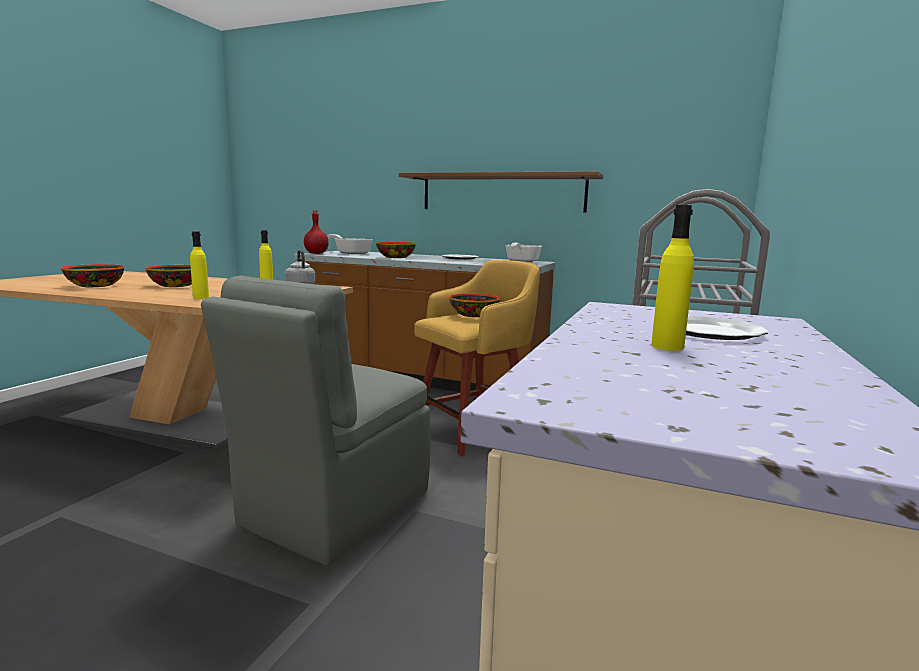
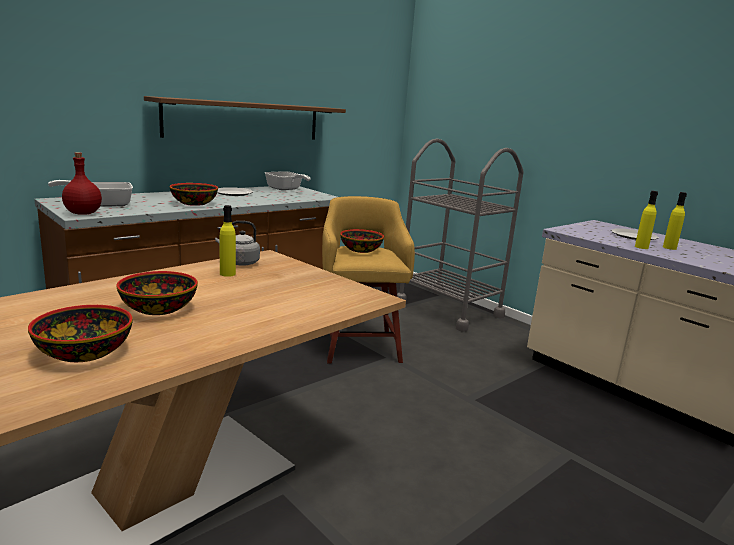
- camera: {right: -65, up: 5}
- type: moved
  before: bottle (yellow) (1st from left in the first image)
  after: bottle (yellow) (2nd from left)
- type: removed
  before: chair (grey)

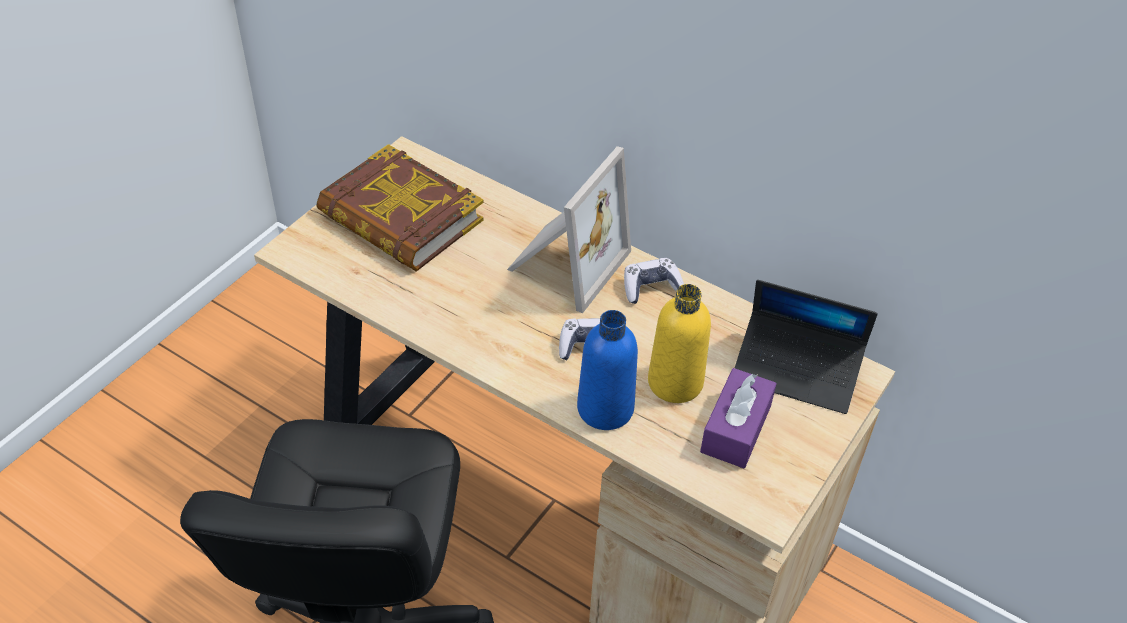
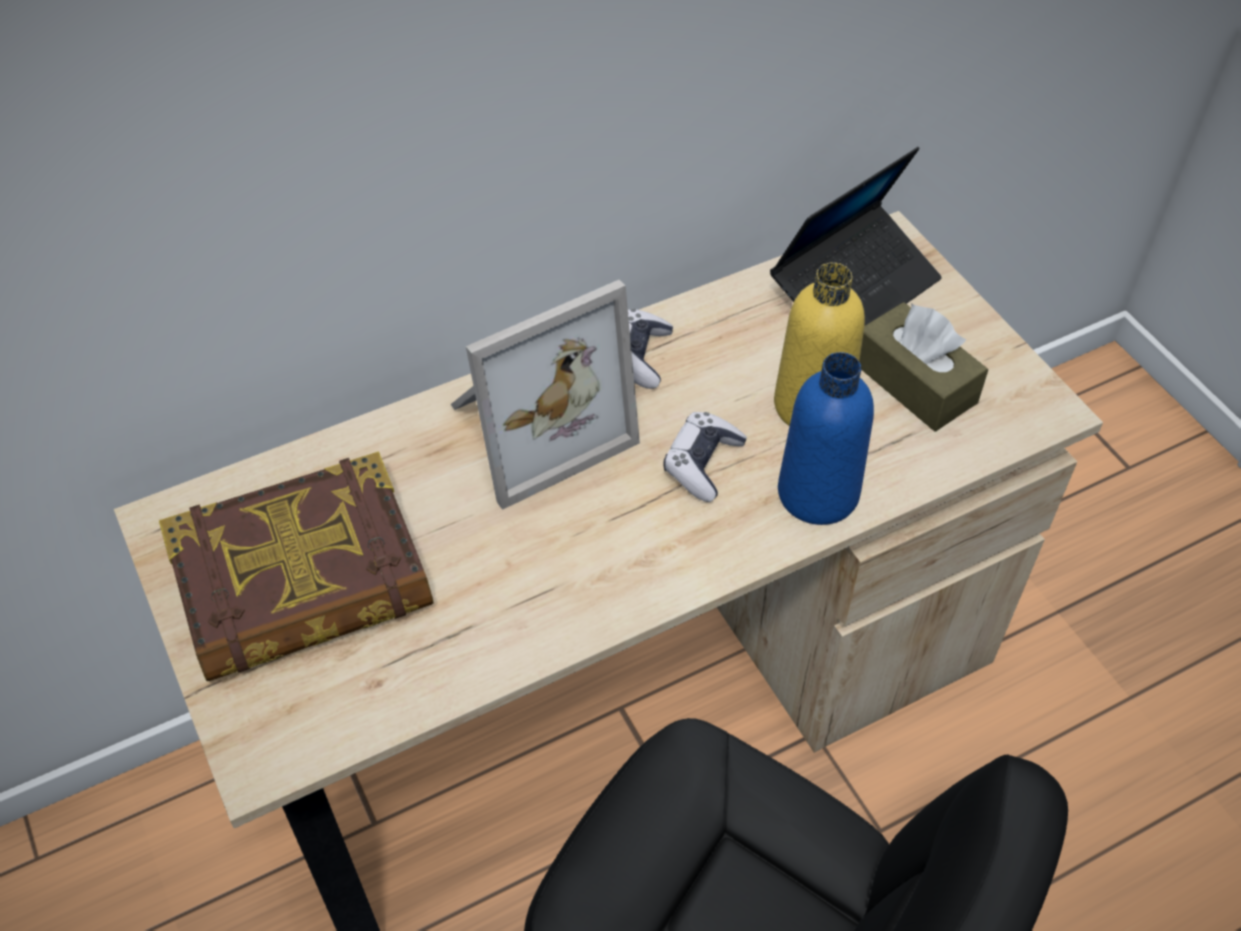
- camera: {right: -60, up: 5}
- type: turned
  before: picture frame
  turn: 90
- type: recoloured
  before: tissue box (purple)
  after: tissue box (brown)

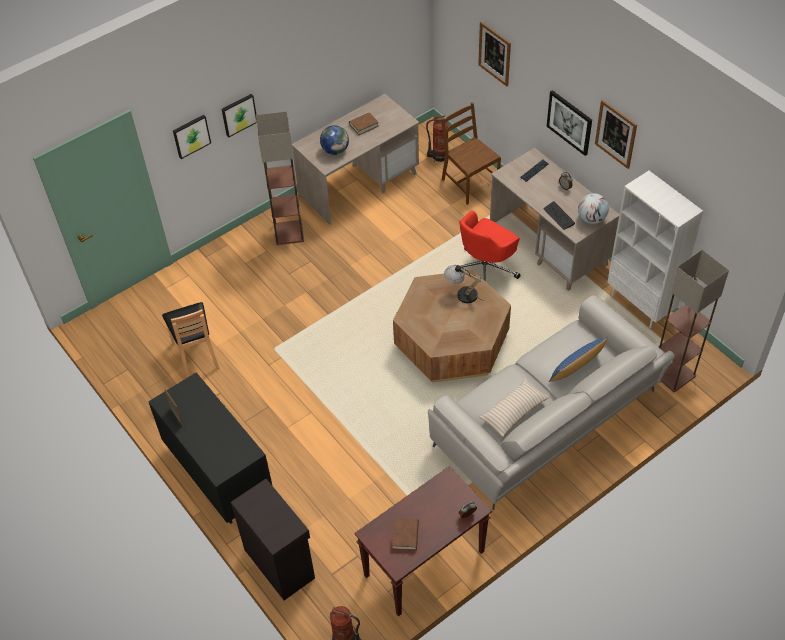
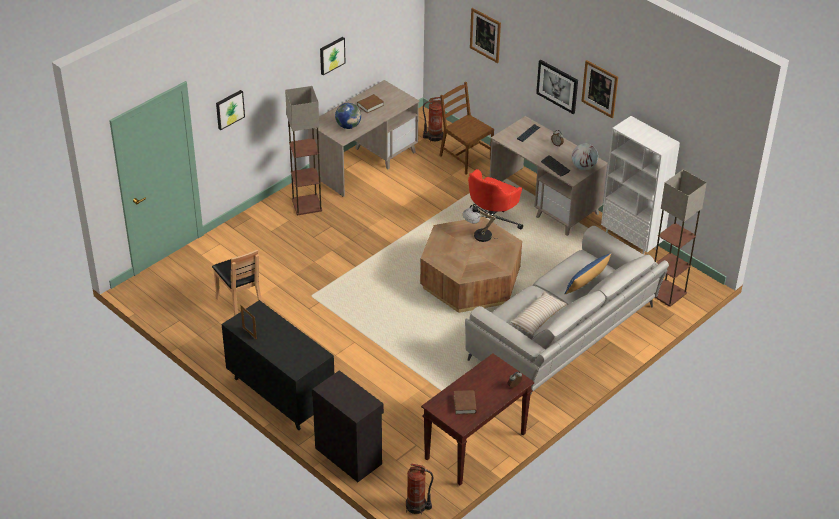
- camera: {right: -10, up: -10}
- type: moved
  before: picture (2nd from left)

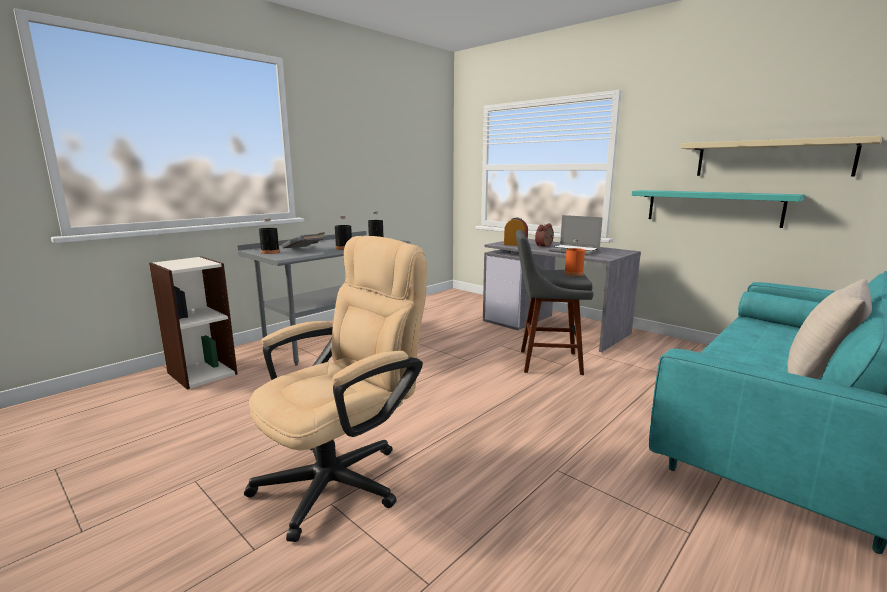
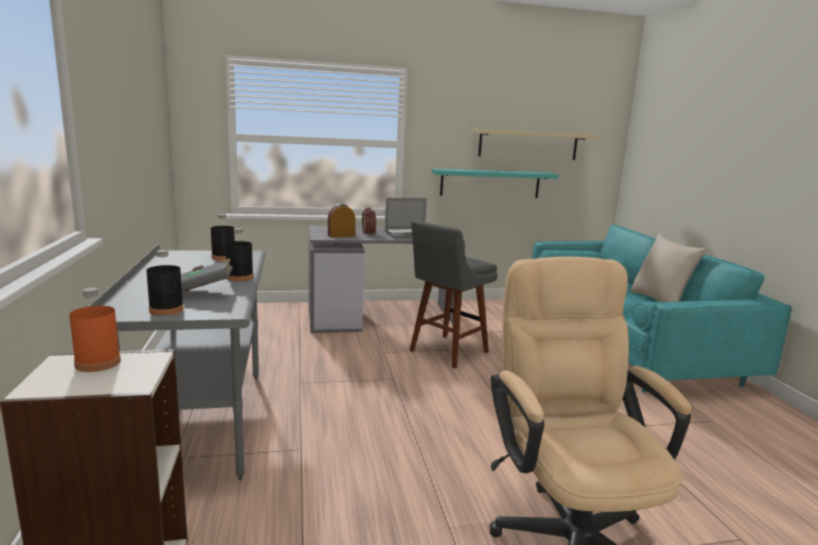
- camera: {right: -55, up: 0}
- type: moved
  before: bottle (orange)

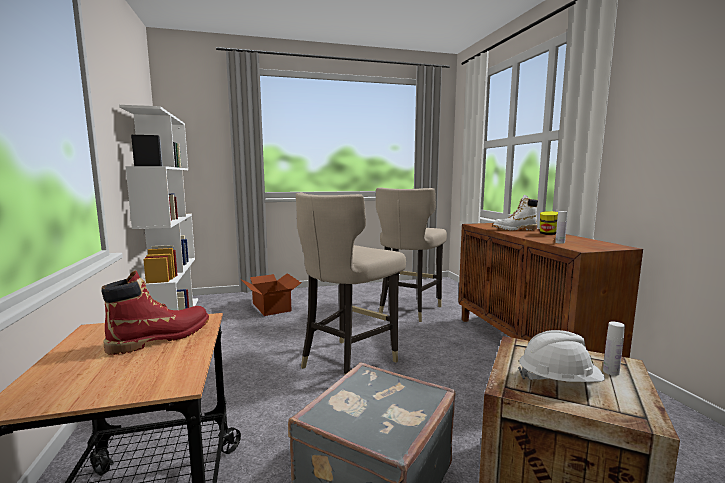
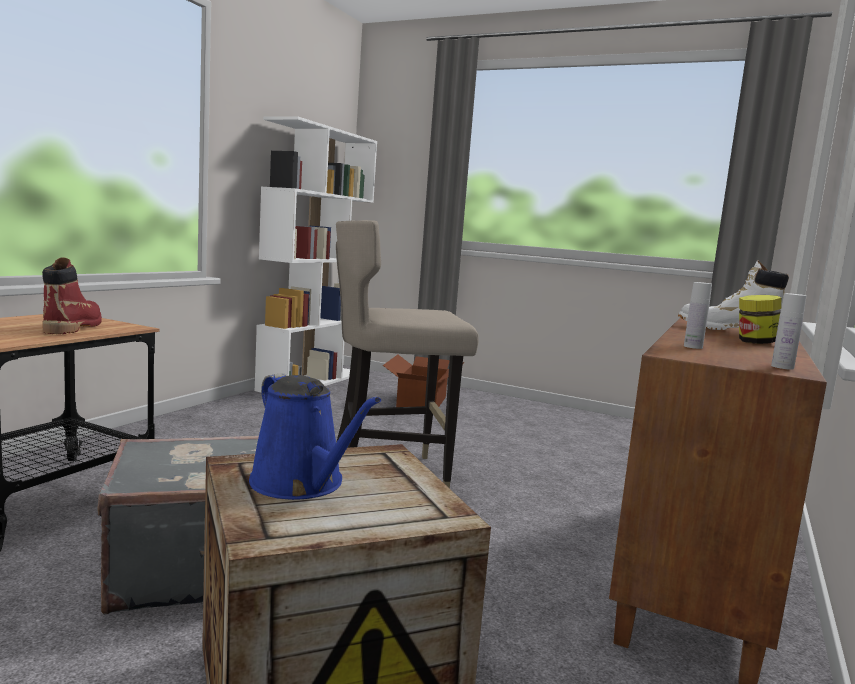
- camera: {right: 40, up: 0}
- type: removed
  before: stool (beige) (2nd from left)
- type: turned
  before: boot (red)
  turn: -90
- type: moved
  before: bottle (white) (2nd from left)
- type: replaced
  before: hard hat (white)
  after: watering can (blue)

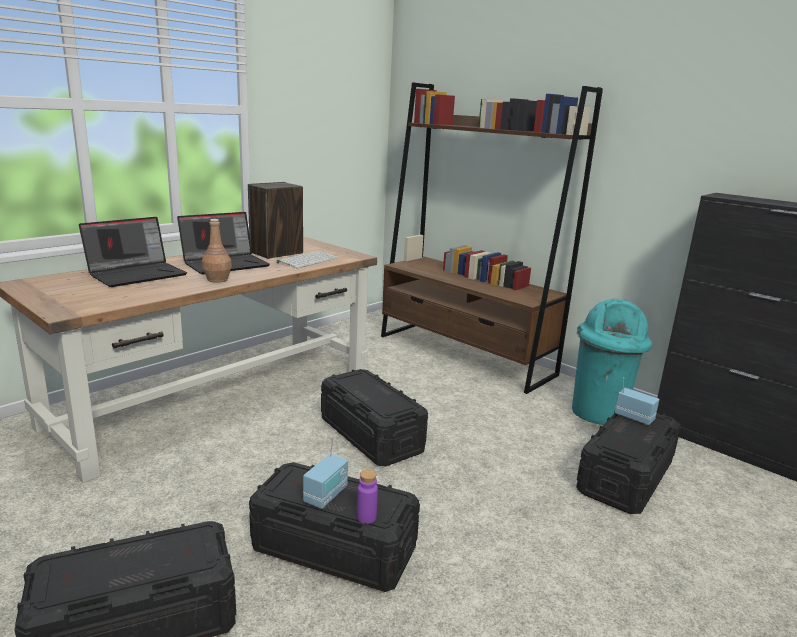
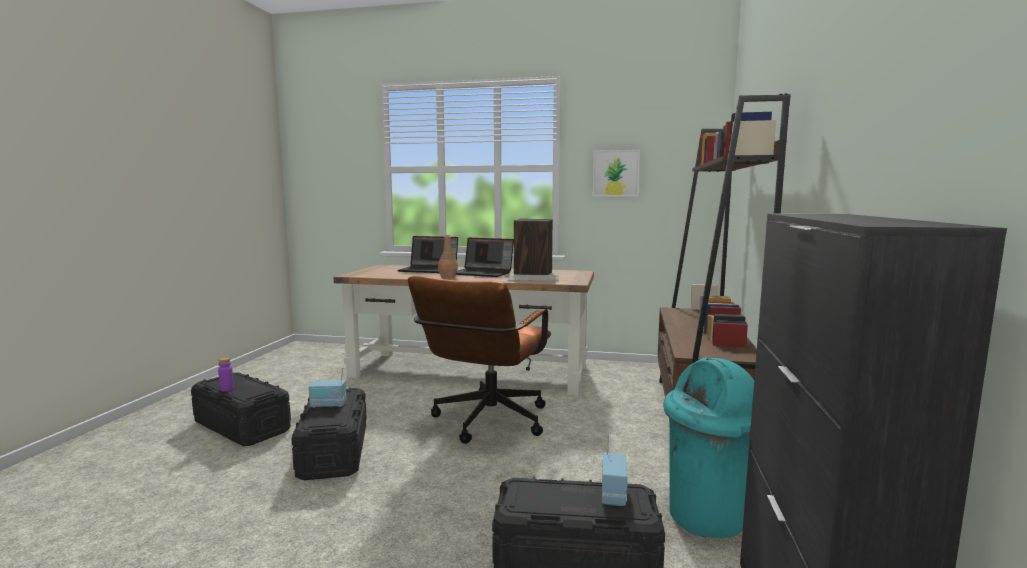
- camera: {right: 60, up: -10}
- type: replaced
  before: storage box (black) (3rd from left)
  after: office chair (brown)
- type: moved
  before: bottle (purple)
- type: added
  after: picture

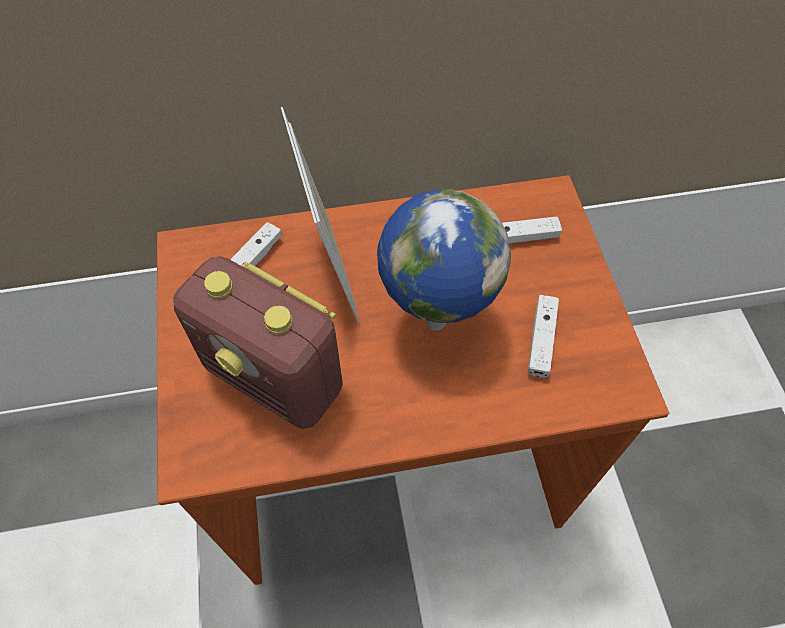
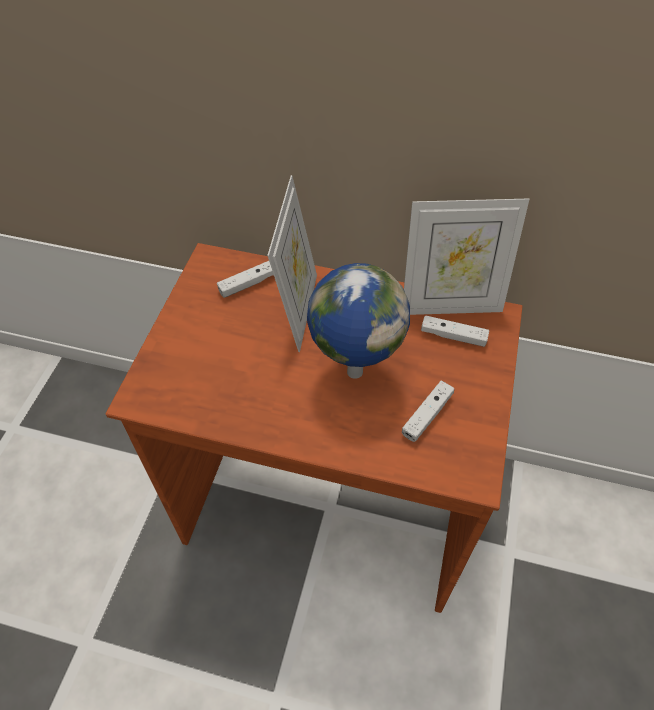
- camera: {right: 25, up: -5}
- type: removed
  before: radio
- type: added
  after: picture frame (2nd from left)

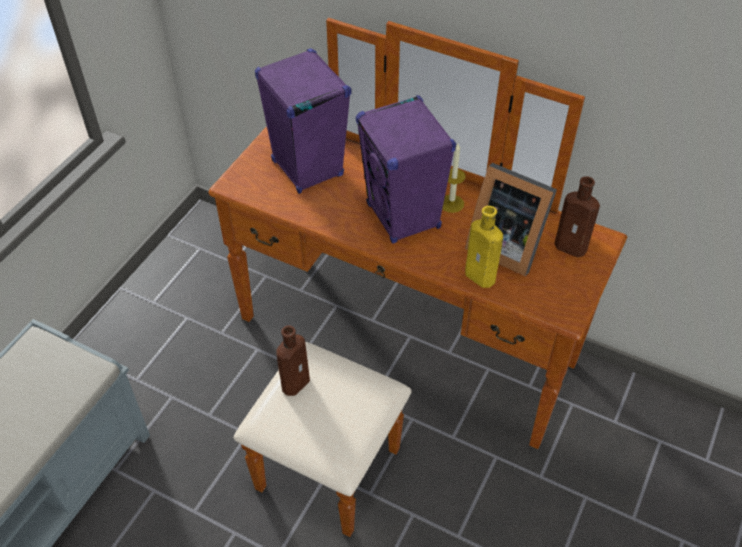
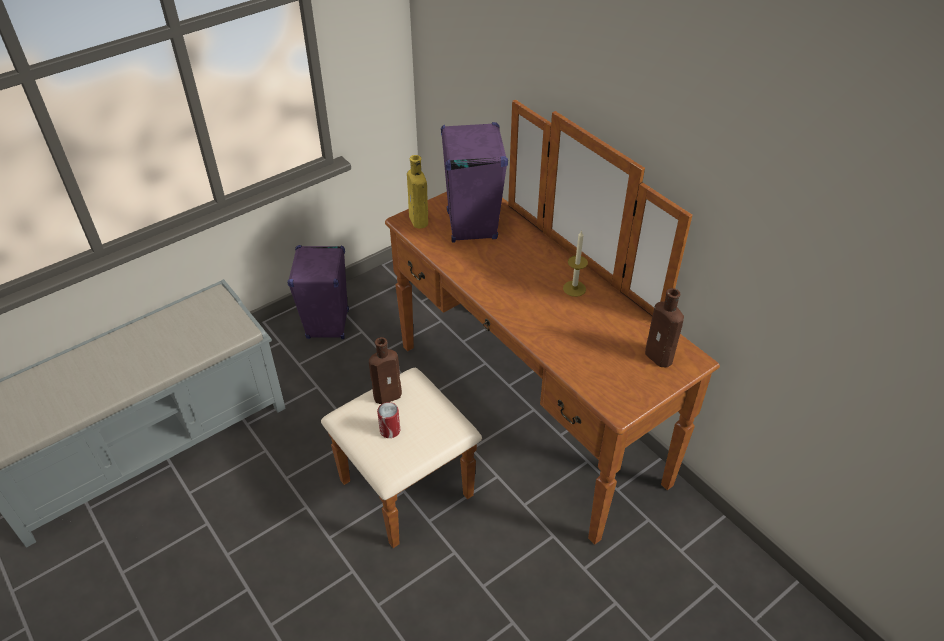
- camera: {right: 25, up: -5}
- type: moved
  before: speaker (purple) (2nd from left in the first image)
  after: speaker (purple) (1st from left)
- type: removed
  before: picture frame
- type: moved
  before: bottle (yellow)
- type: added
  after: can

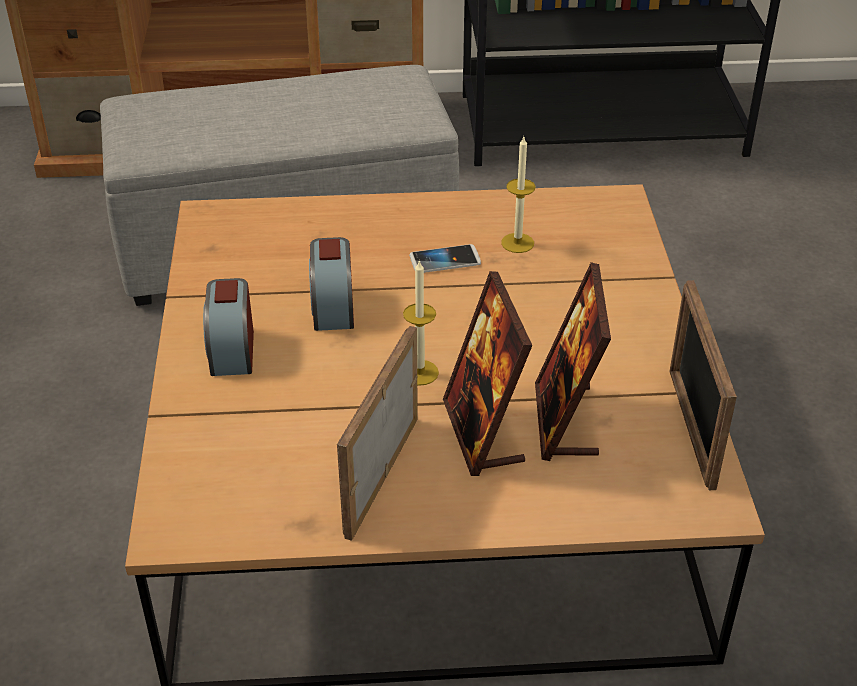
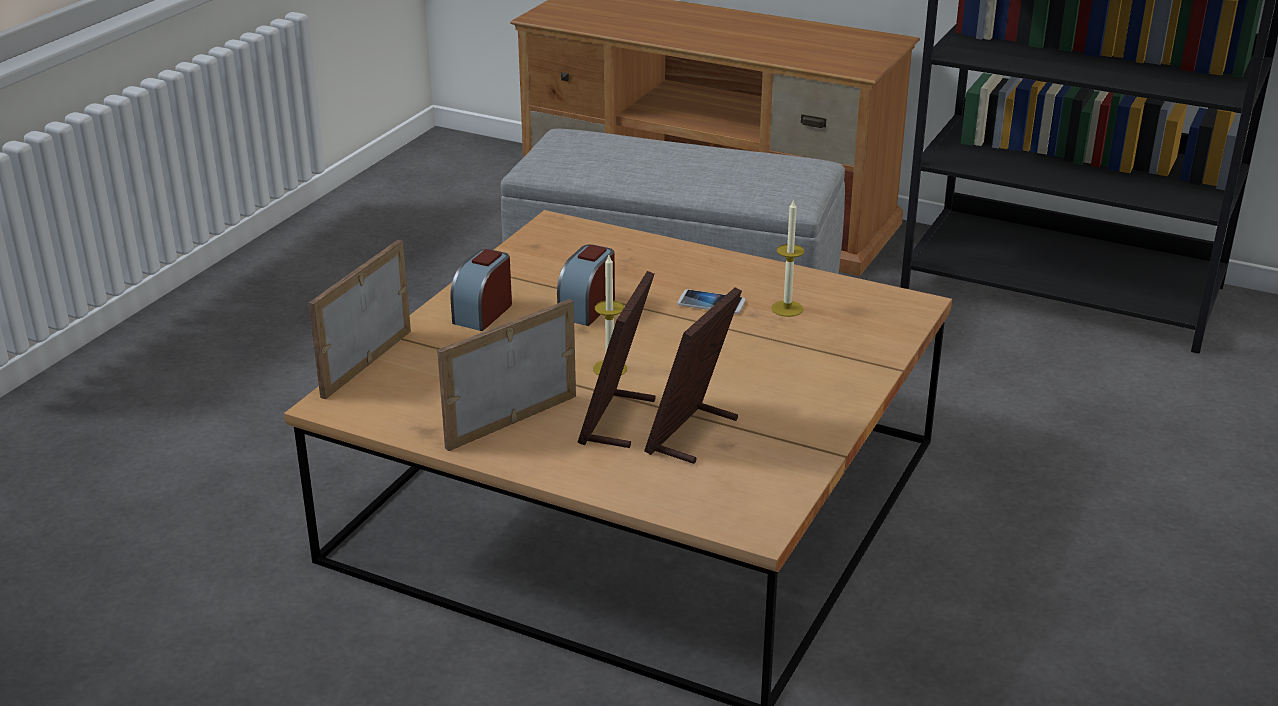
- camera: {right: 30, up: -10}
- type: moved
  before: picture frame (4th from left in the first image)
  after: picture frame (1st from left)

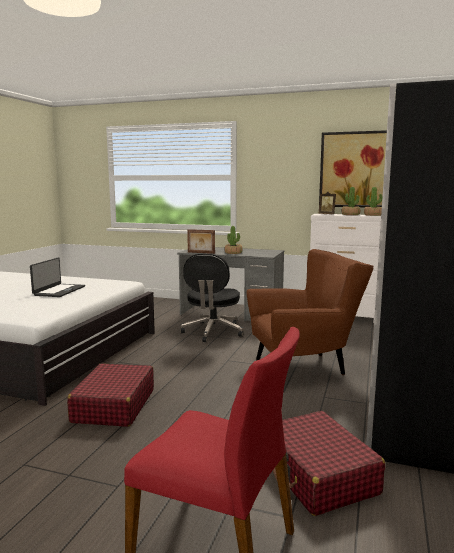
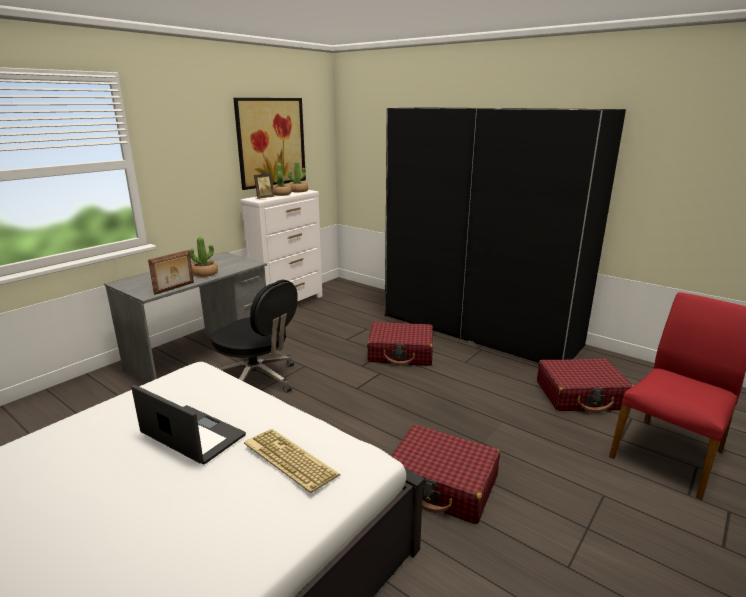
- camera: {right: -70, up: 10}
- type: replaced
  before: armchair (brown)
  after: suitcase (red) (1st from left)
- type: added
  after: keyboard

